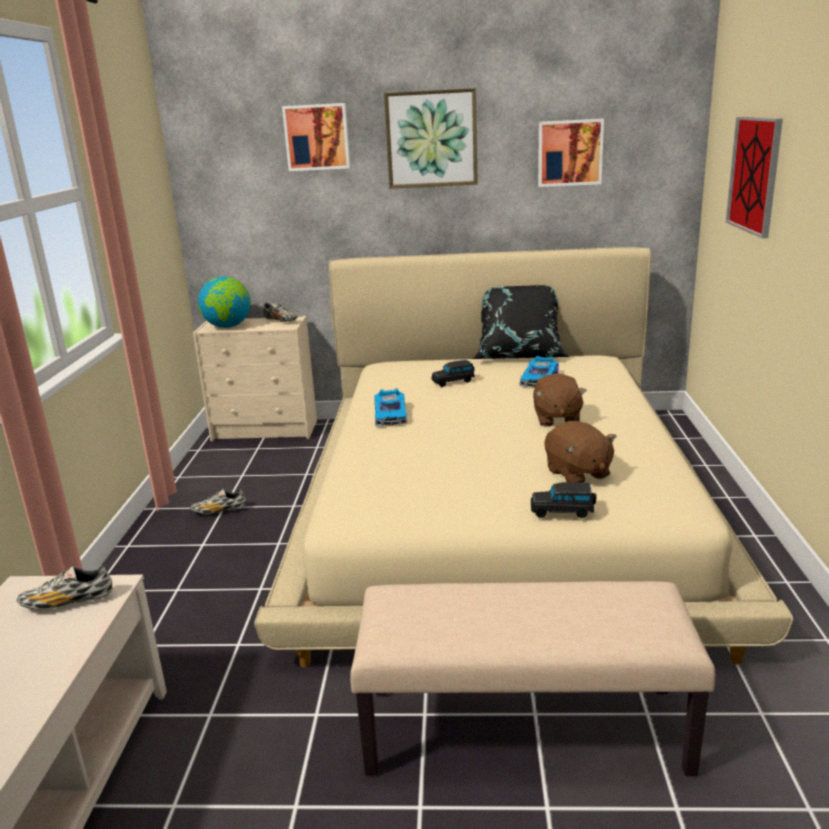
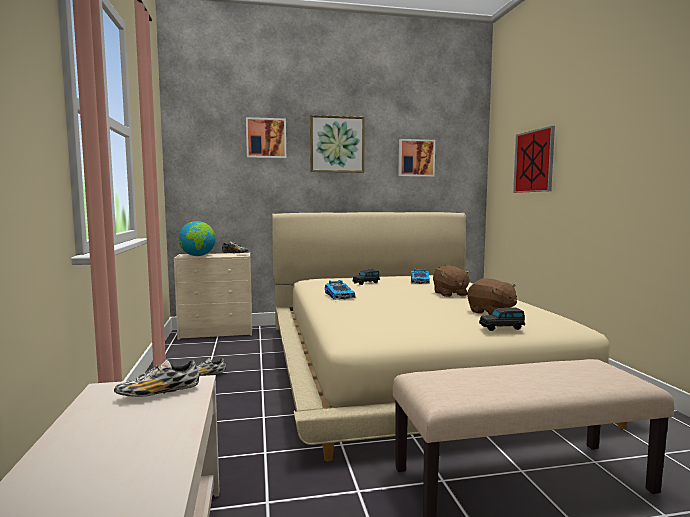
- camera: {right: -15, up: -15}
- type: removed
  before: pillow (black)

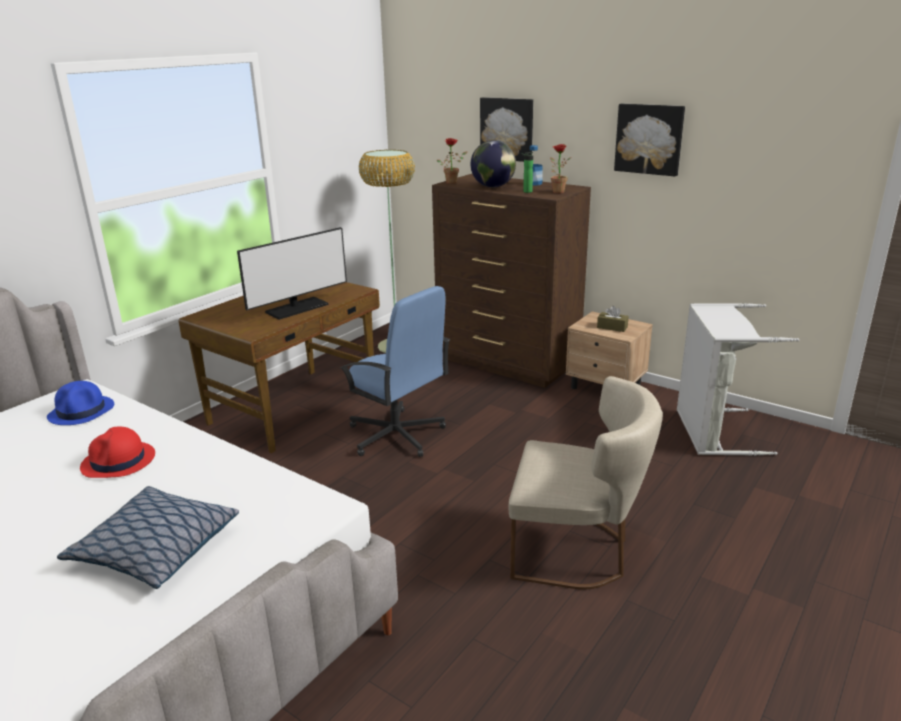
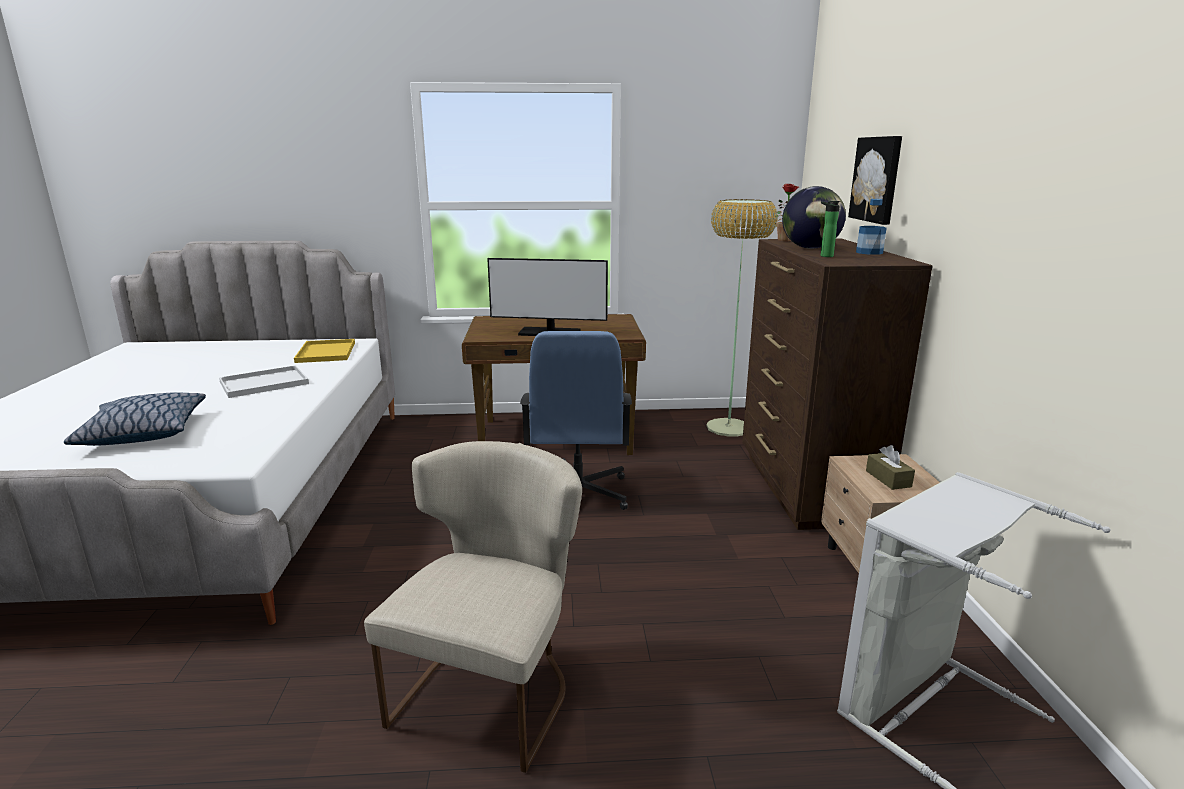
- camera: {right: 50, up: -5}
- type: removed
  before: picture (2nd from left)
- type: removed
  before: potted plant (2nd from left)
- type: turned
  before: chair (beige)
  turn: -135
- type: replaced
  before: hat (blue)
  after: tray (yellow)
- type: replaced
  before: hat (red)
  after: tray (white)

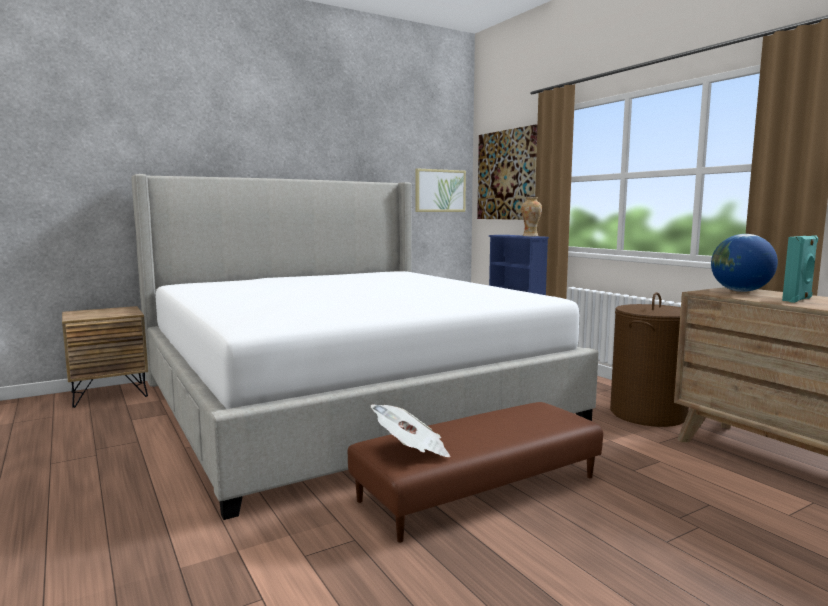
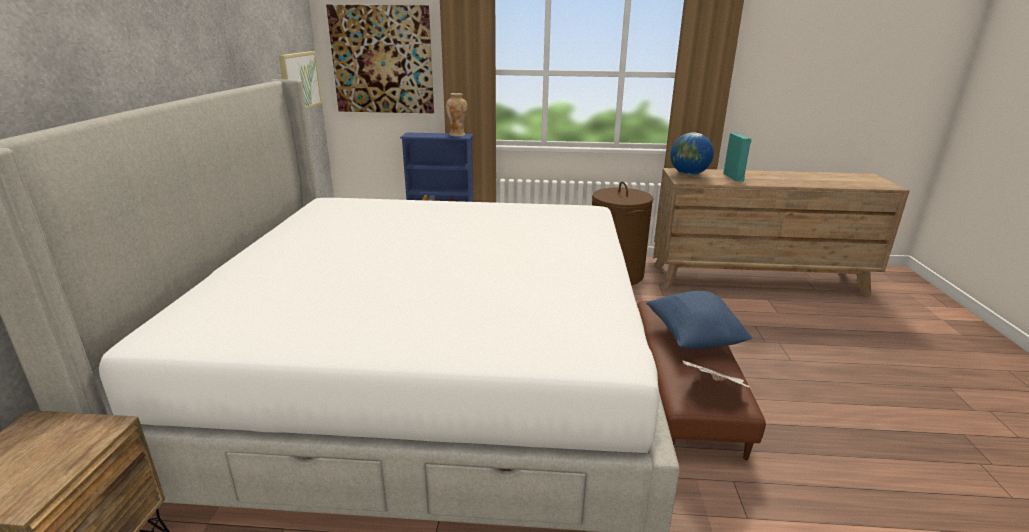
- camera: {right: -55, up: 15}
- type: added
  after: pillow (blue)

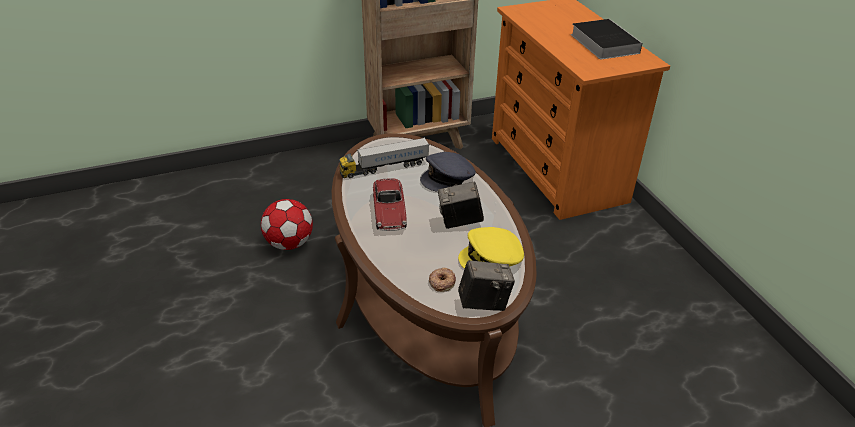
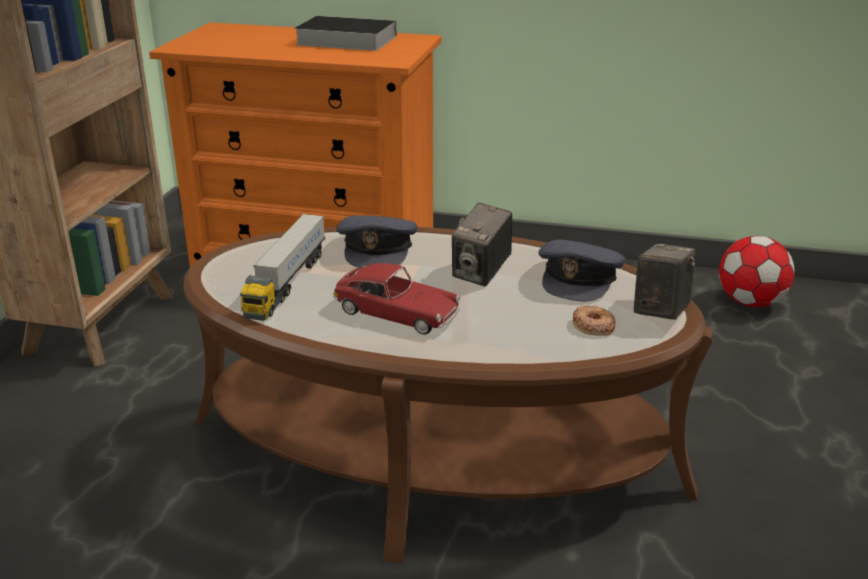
- camera: {right: -55, up: -10}
- type: moved
  before: football
- type: recoloured
  before: cap (yellow)
  after: cap (grey) (2nd from left)

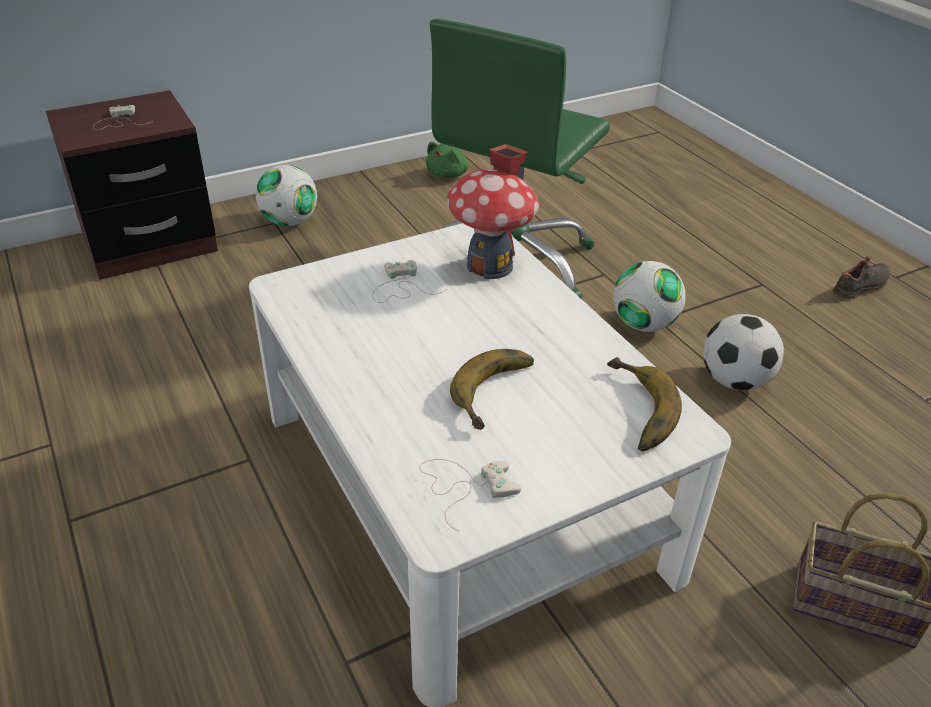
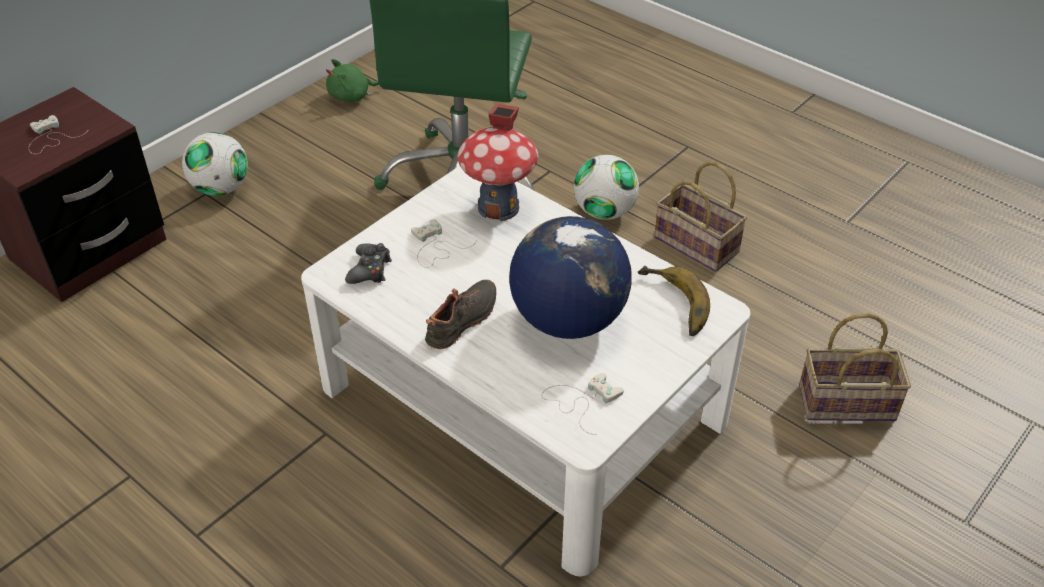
- camera: {right: -20, up: 5}
- type: turned
  before: plush toy (green)
  turn: 60
- type: moved
  before: shoe (black)
- type: replaced
  before: football (3rd from left)
  after: basket (1st from left)
- type: replaced
  before: banana (1st from left)
  after: globe
- type: added
  after: game controller (black)

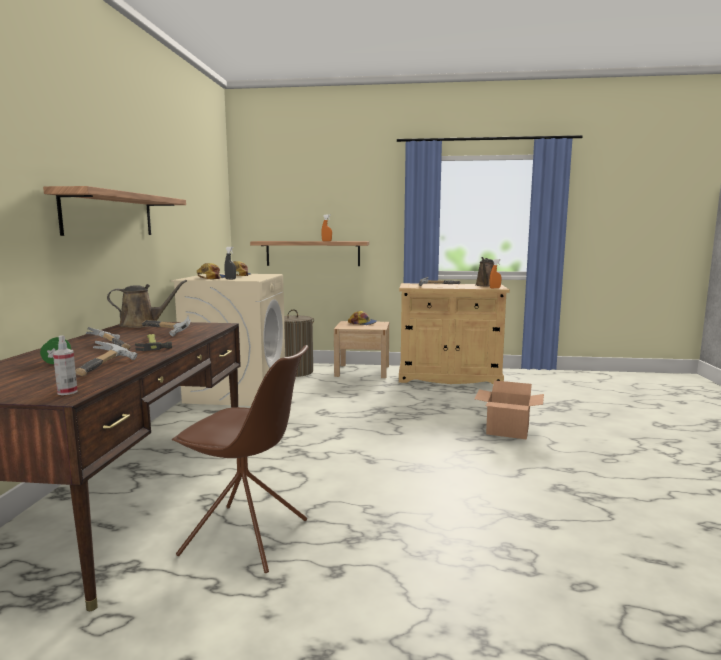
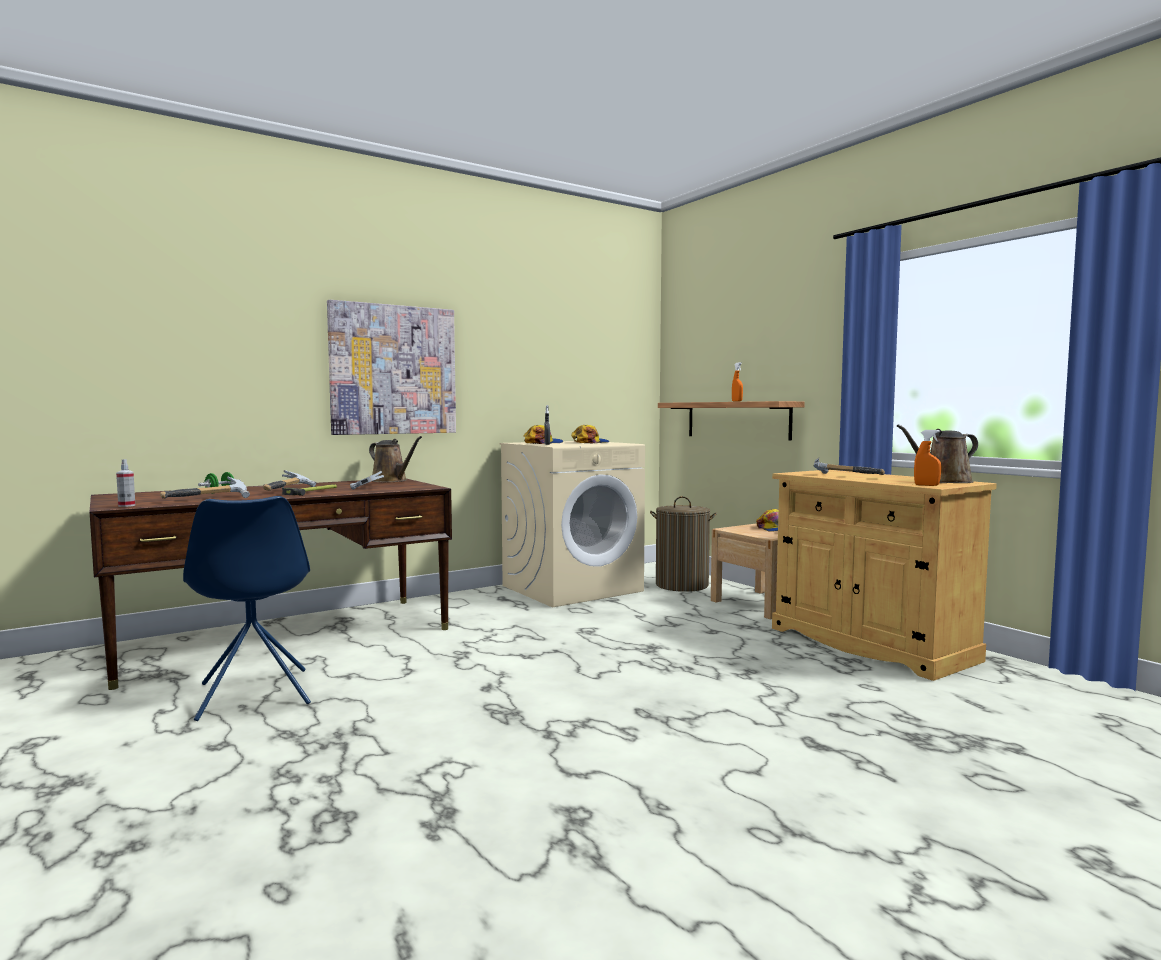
- camera: {right: 50, up: -5}
- type: replaced
  before: shelf (1st from left)
  after: picture
- type: recoloured
  before: chair (brown)
  after: chair (blue)
- type: removed
  before: cardboard box

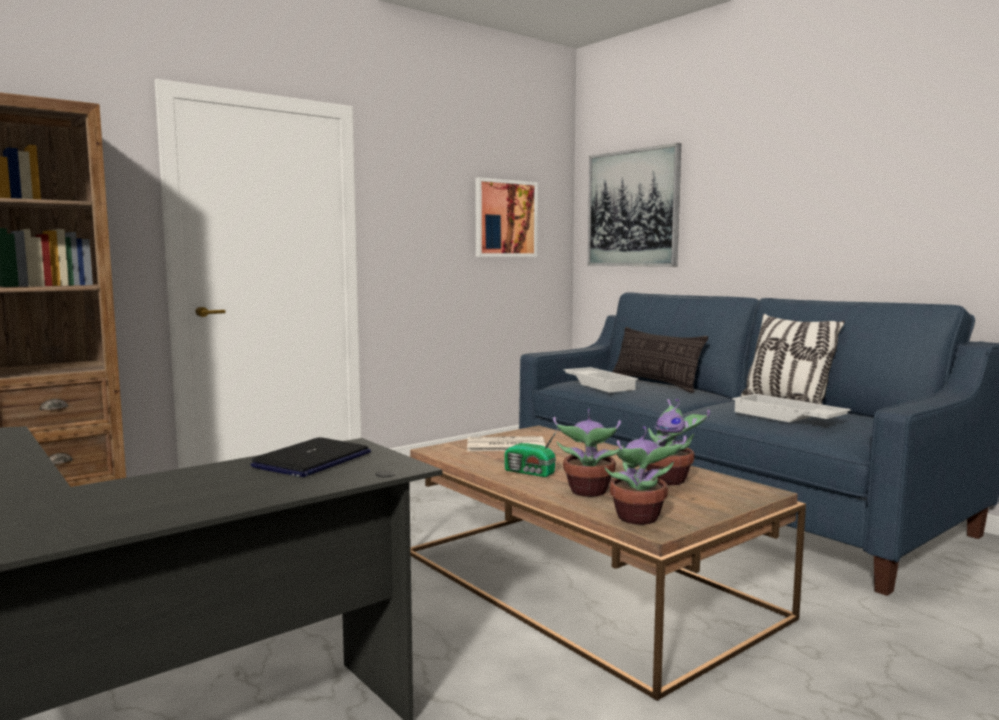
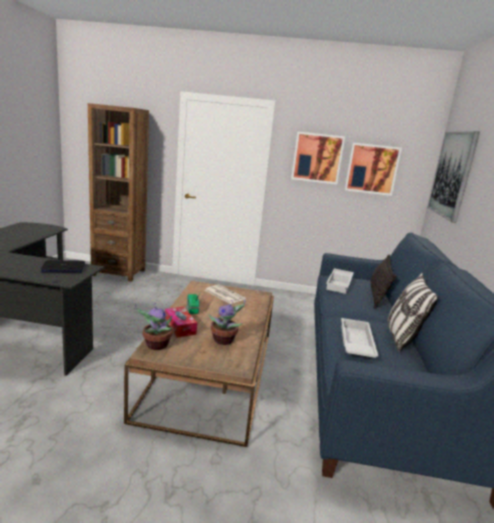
- camera: {right: 45, up: 10}
- type: replaced
  before: potted plant (1st from left)
  after: tissue box
- type: added
  after: picture (1st from left)

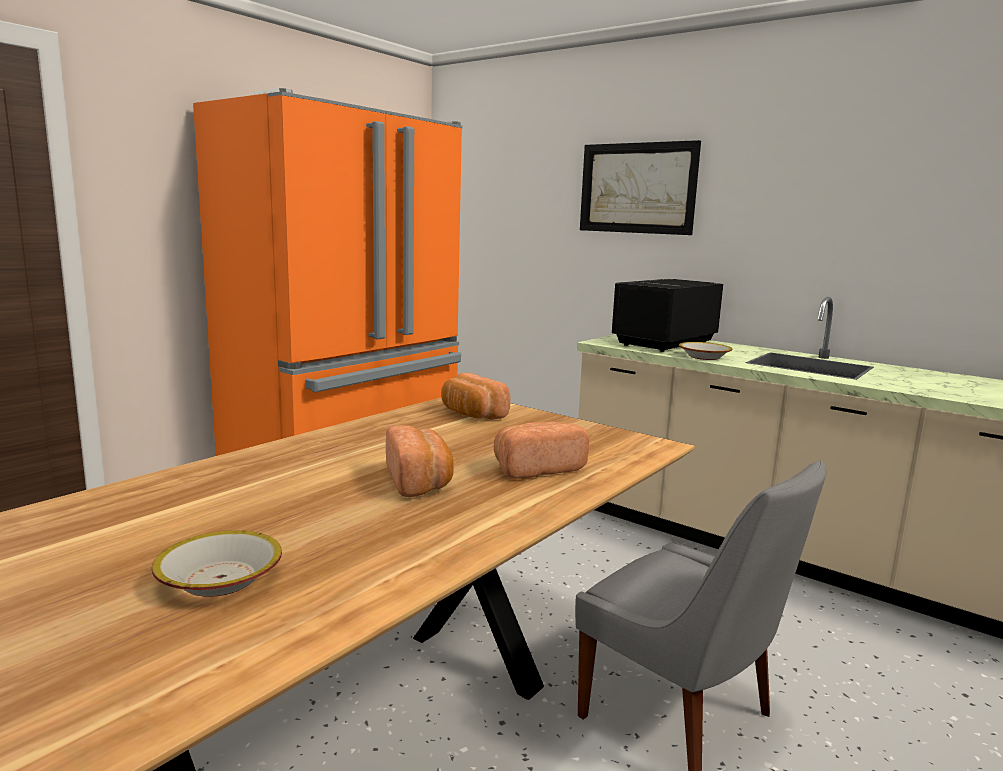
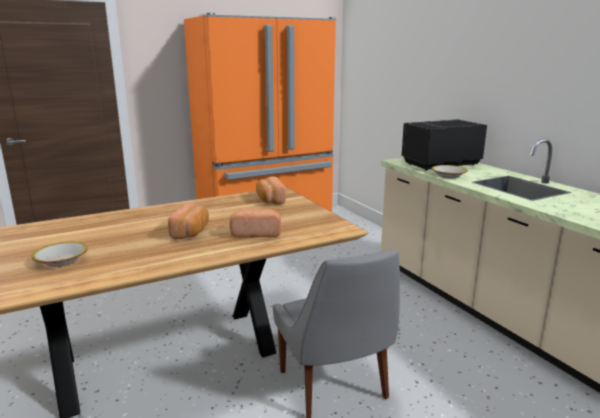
- camera: {right: 25, up: 5}
- type: removed
  before: picture

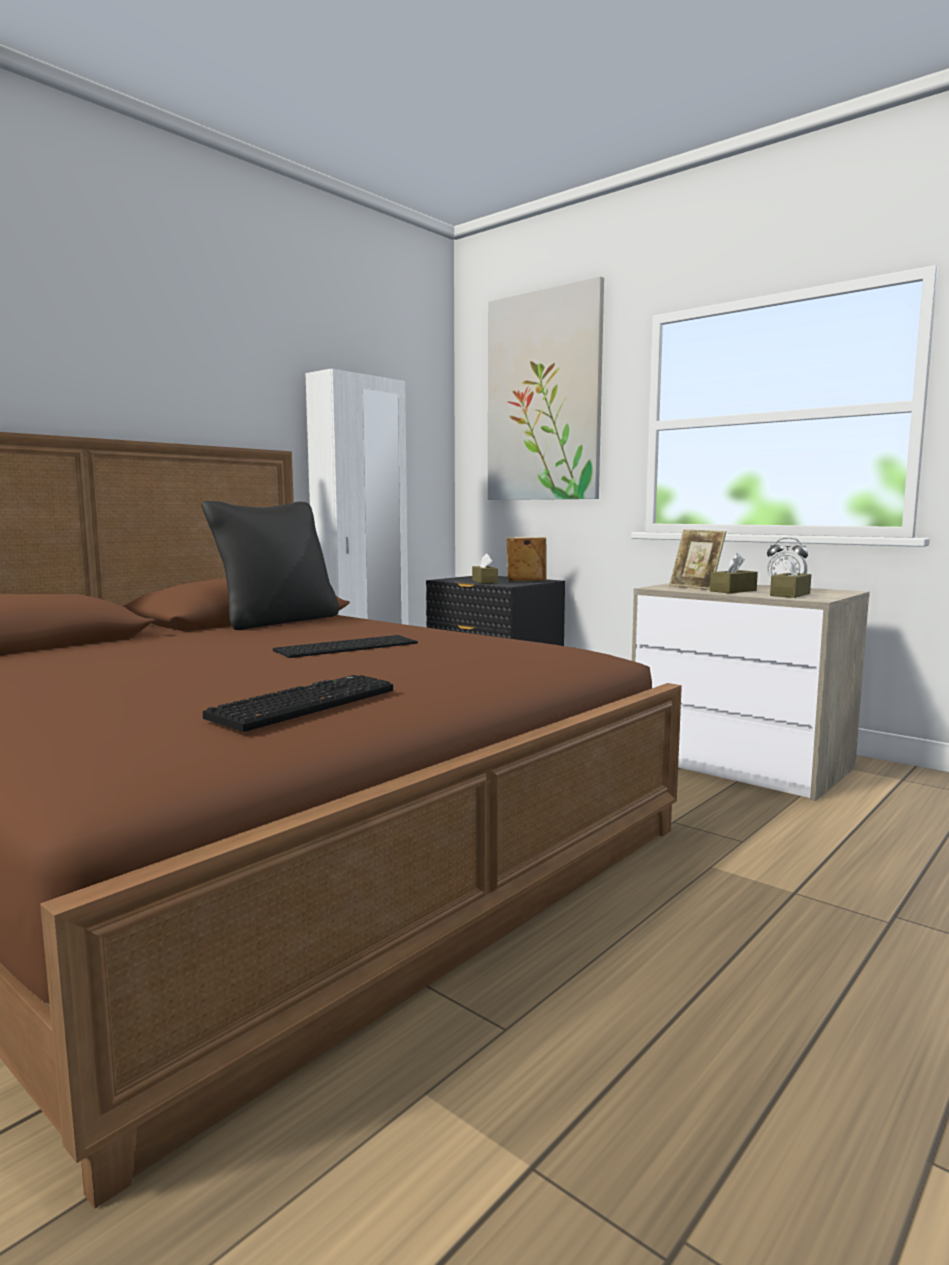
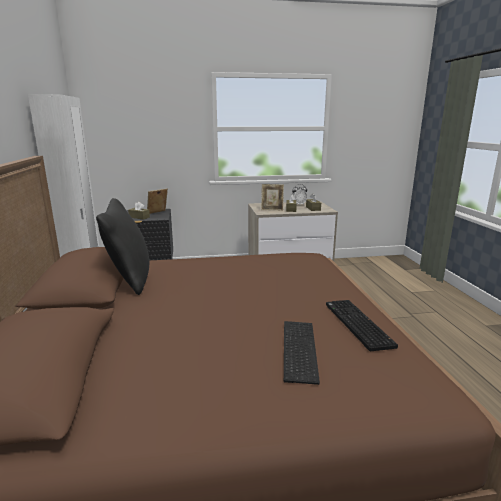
- camera: {right: -50, up: 10}
- type: removed
  before: picture
- type: moved
  before: keyboard (2nd from left in the first image)
  after: keyboard (1st from left)

